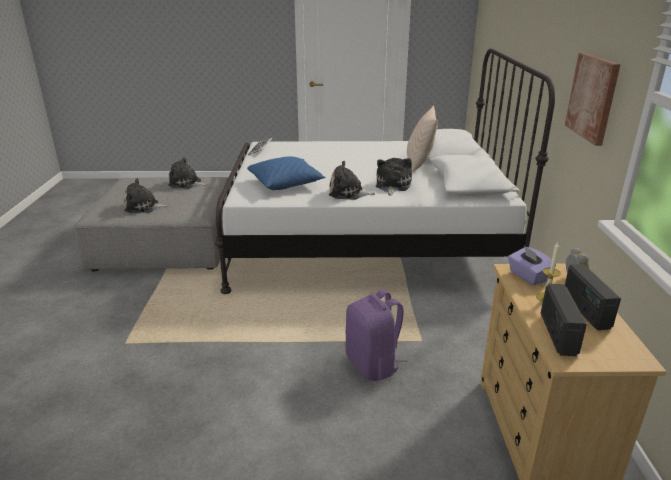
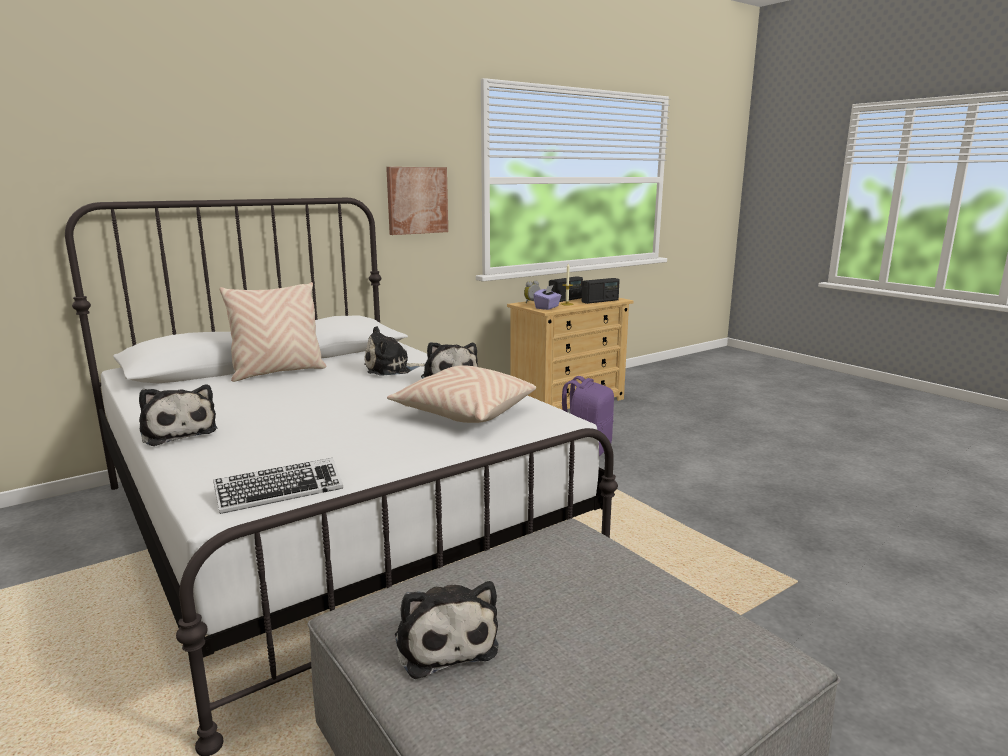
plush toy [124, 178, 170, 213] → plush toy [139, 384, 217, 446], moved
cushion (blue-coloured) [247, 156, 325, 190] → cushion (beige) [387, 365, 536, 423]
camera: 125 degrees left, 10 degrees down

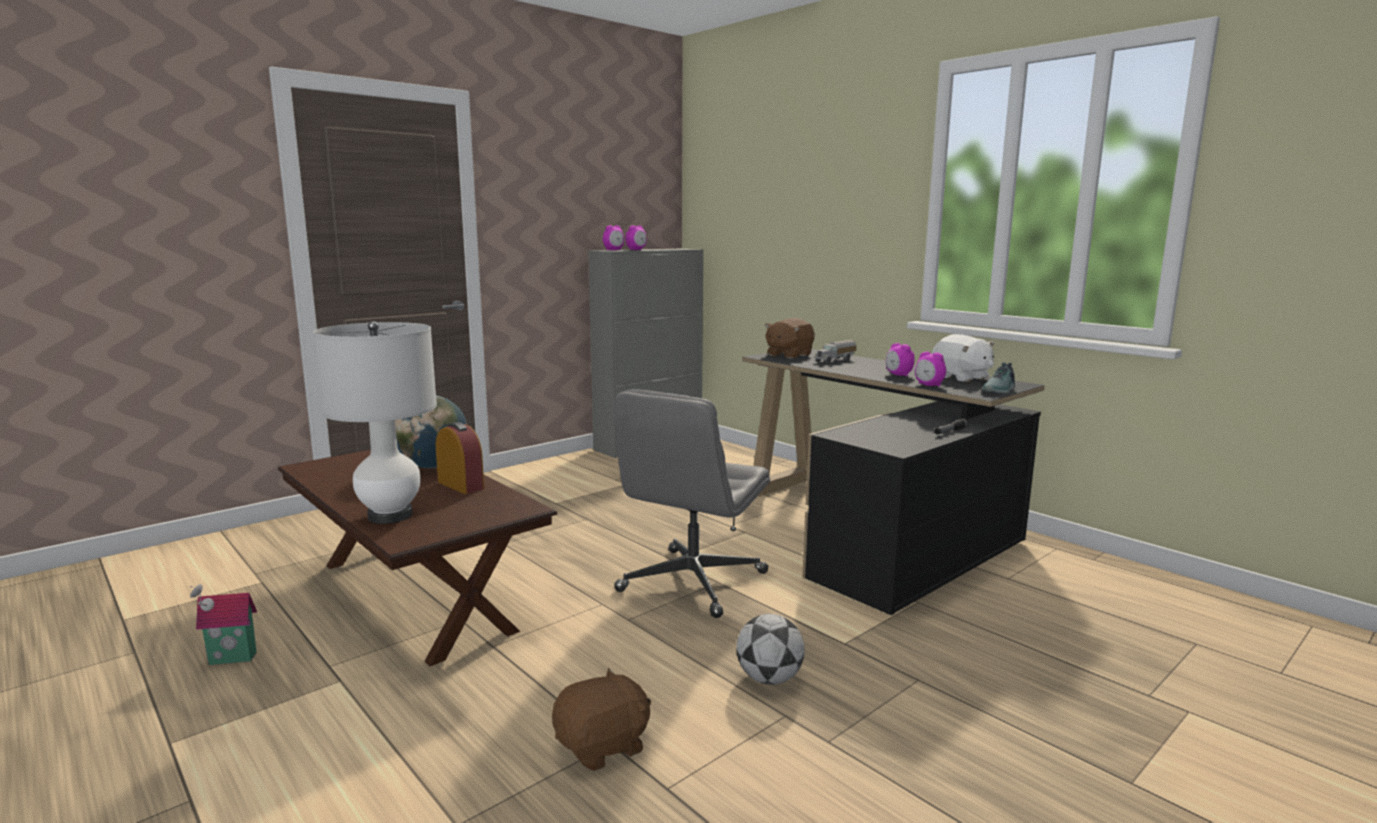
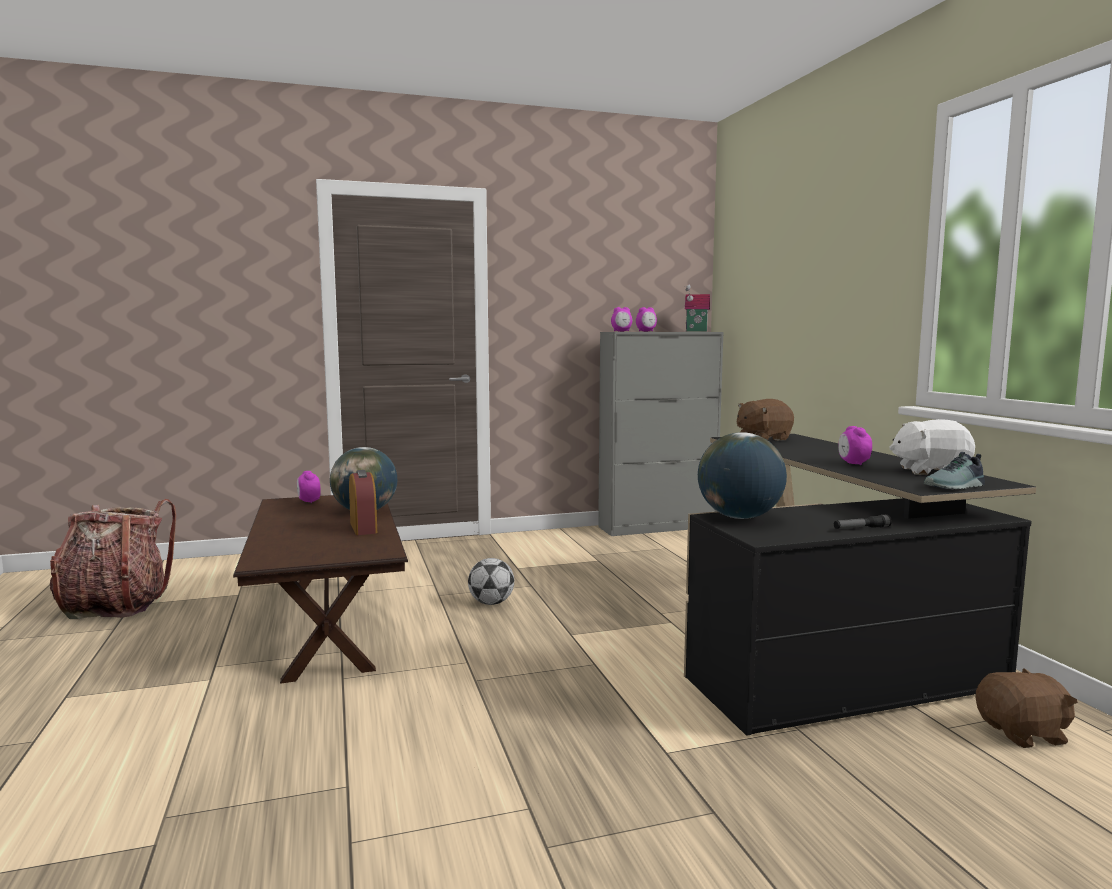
toy house [190, 584, 257, 665] → toy house [685, 284, 710, 332], moved
lamp for a table (whitish) [313, 321, 437, 524] → -
plush toy (brown) [552, 667, 651, 771] → plush toy (brown) [976, 668, 1078, 748], moved
desk chair (gray) [614, 389, 770, 618] → -
ball for football [737, 614, 805, 685] → ball for football [468, 558, 514, 605], moved
model truck [813, 340, 857, 364] → -
bedside clock [915, 351, 946, 387] → bedside clock [297, 471, 321, 503], moved
plush toy (whitish) [932, 334, 994, 382] → plush toy (whitish) [889, 419, 975, 475], 105 degrees clockwise
- → rucksack [50, 499, 176, 619]
- → globe [698, 432, 787, 519]
camera: 25 degrees right, 5 degrees down

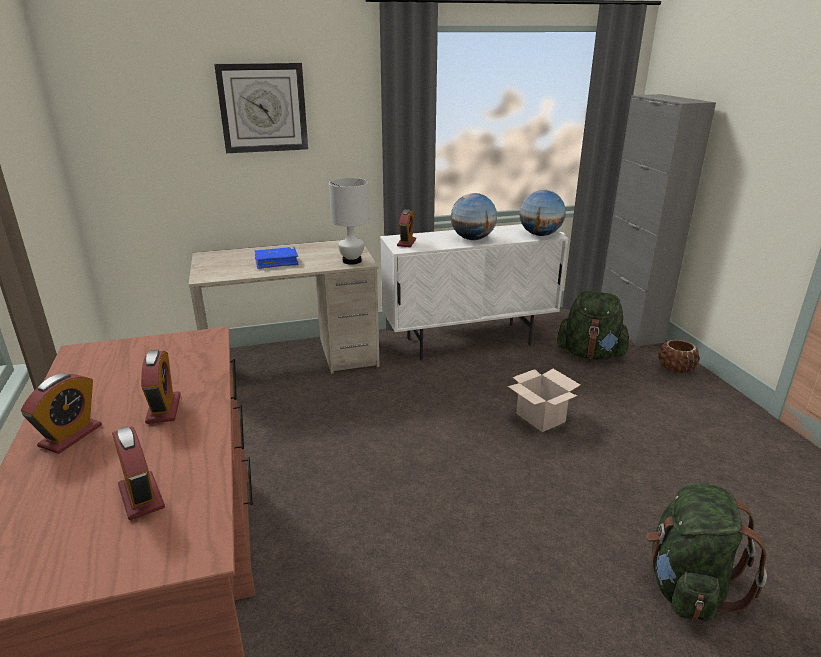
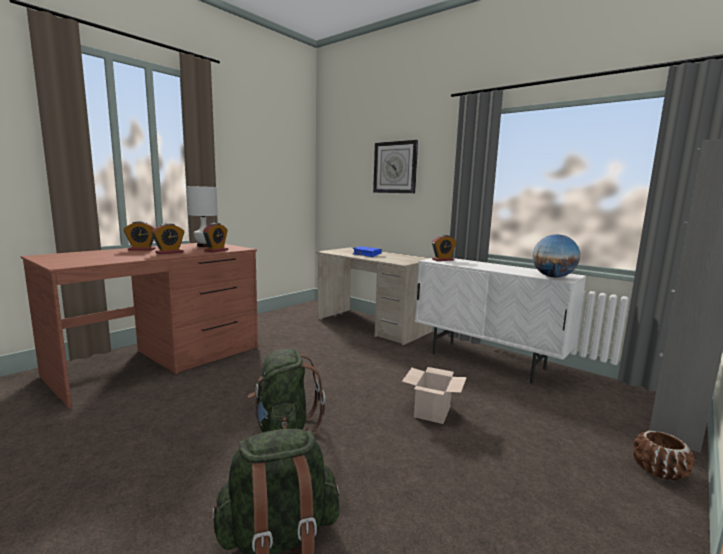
bedside clock [112, 426, 165, 520] → bedside clock [203, 223, 228, 252], moved
lamp for a table (whitish) [329, 178, 369, 265] → lamp for a table (whitish) [186, 186, 218, 247], moved
globe [451, 193, 497, 240] → -
rucksack (green-coloured) [557, 291, 631, 360] → rucksack (green-coloured) [248, 349, 325, 432], moved
camera: 55 degrees right, 15 degrees down

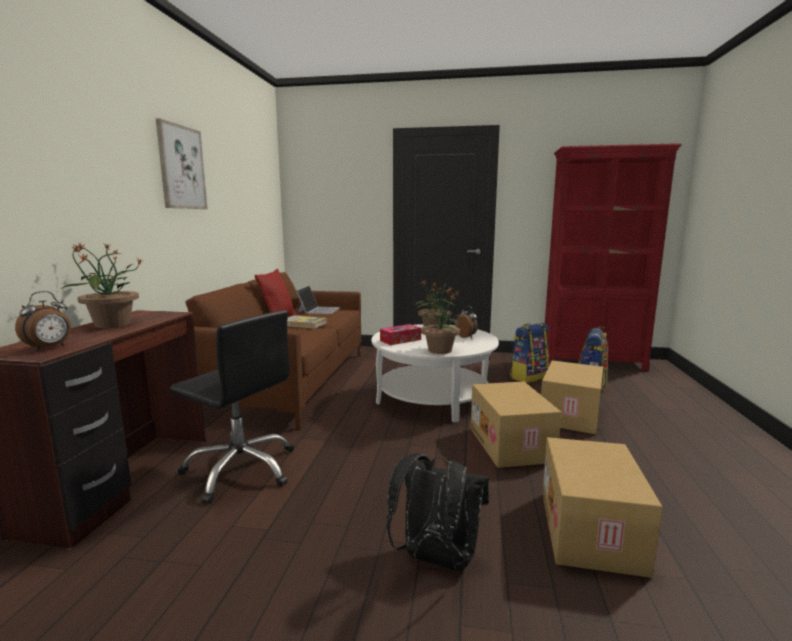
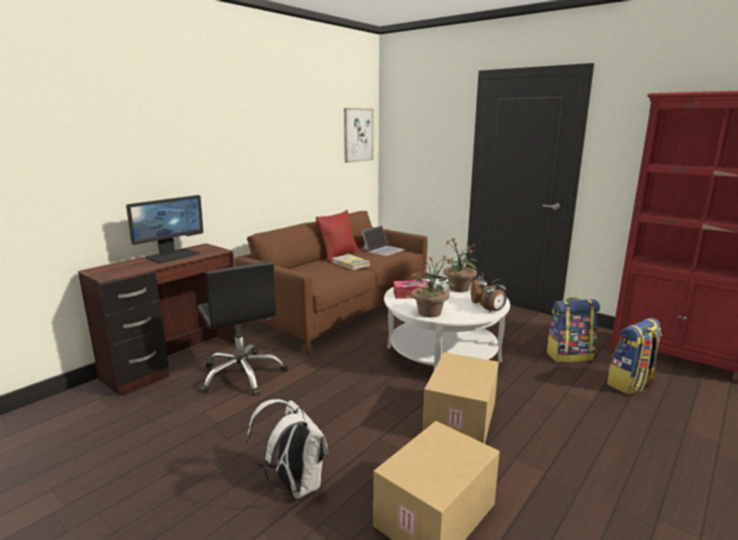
bedside clock [15, 291, 71, 351] → bedside clock [481, 279, 506, 313], moved
houseplant [61, 243, 144, 328] → computer display [126, 195, 203, 263]
wall picture [156, 118, 207, 209] → wall picture [344, 108, 373, 163], moved
rucksack (blackish) [387, 453, 489, 571] → rucksack (whitish) [247, 399, 328, 499]
packing box [541, 360, 603, 434] → -
camera: 30 degrees right, 5 degrees up

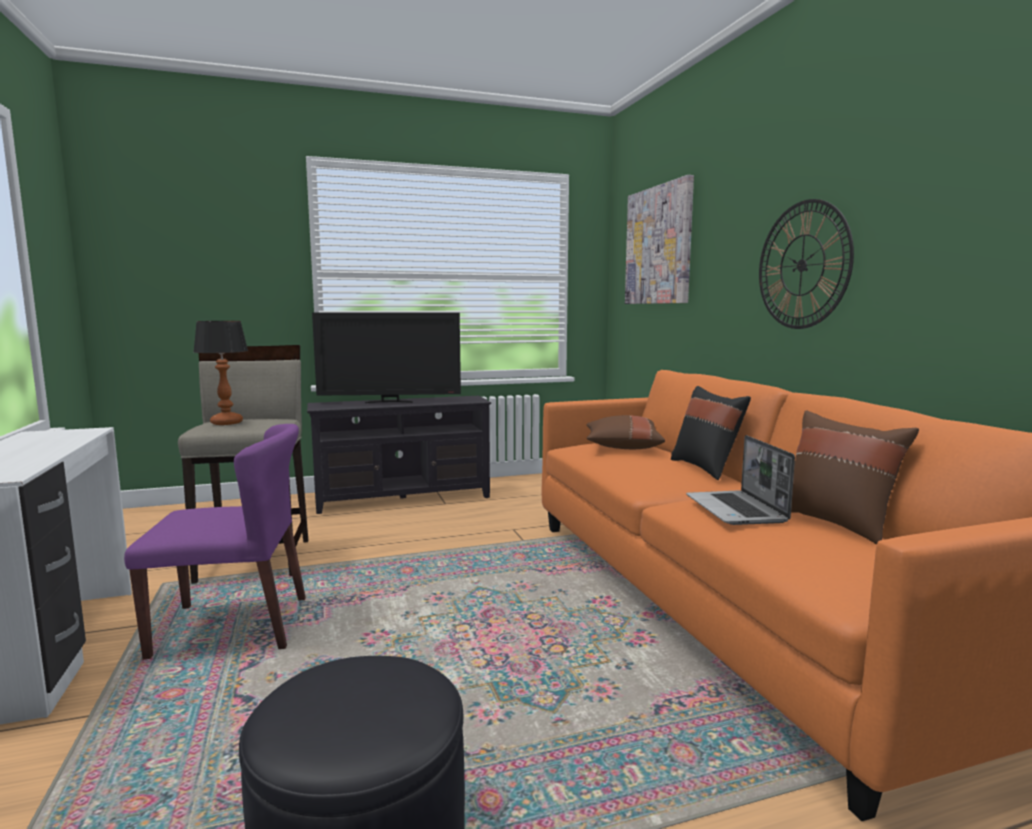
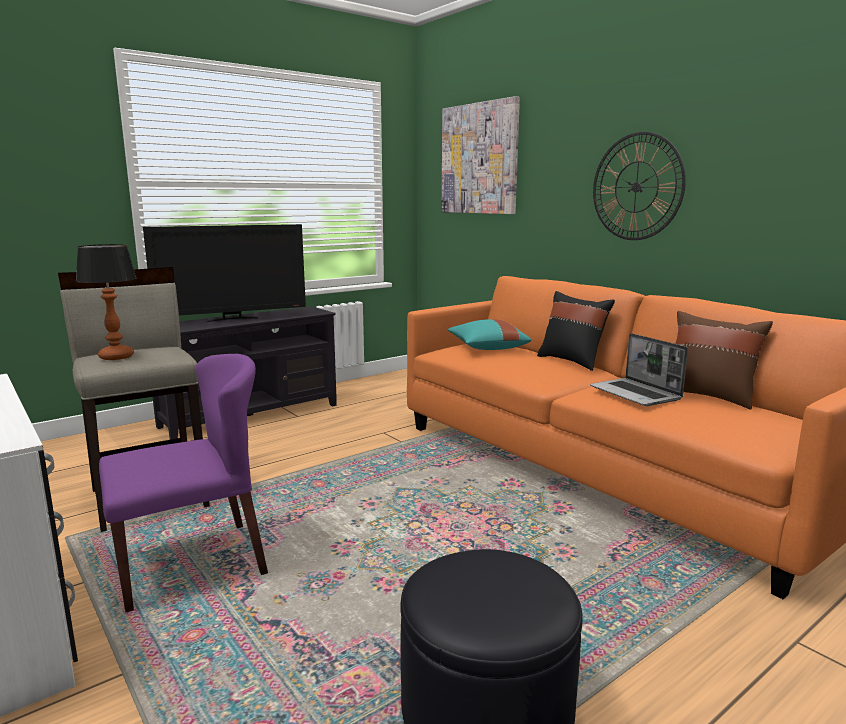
cushion (brown) [586, 415, 665, 449] → cushion (blue-green) [447, 319, 531, 350]
camera: 20 degrees left, 5 degrees up

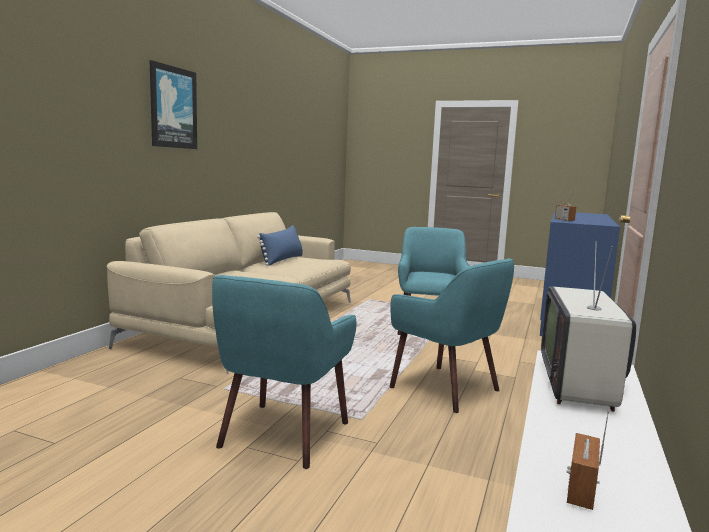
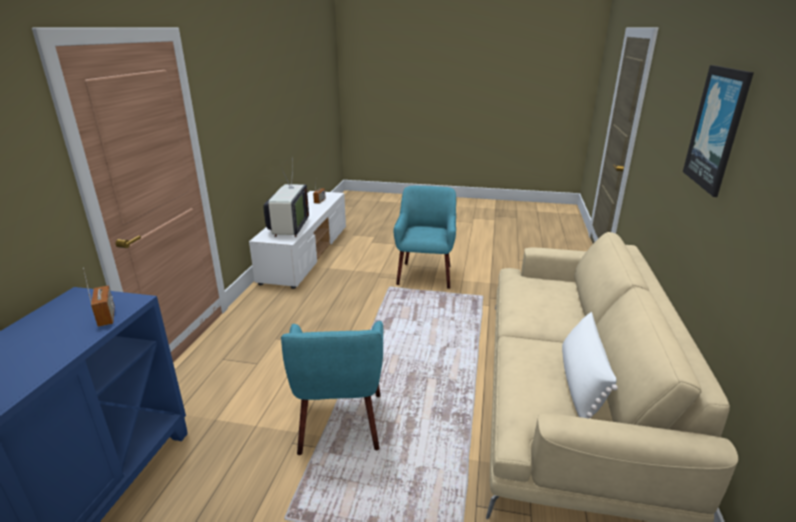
cushion (blue-coloured) [257, 225, 303, 266] → cushion (whitish) [562, 312, 618, 418]
lounge chair (blue-green) [390, 259, 514, 413] → -
camera: 170 degrees right, 15 degrees up

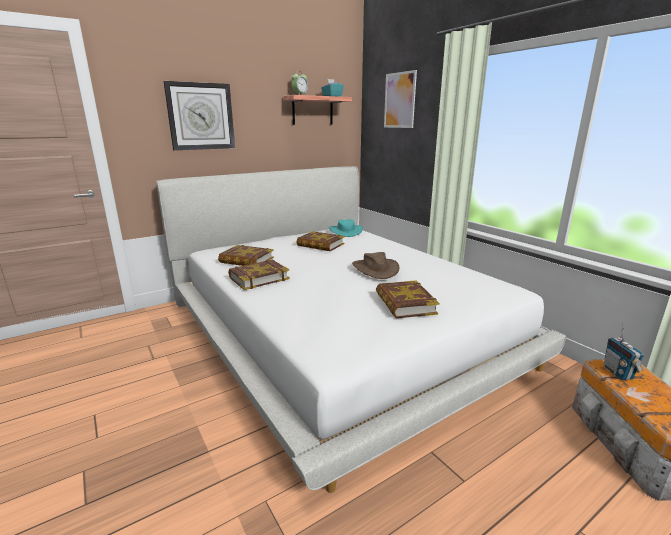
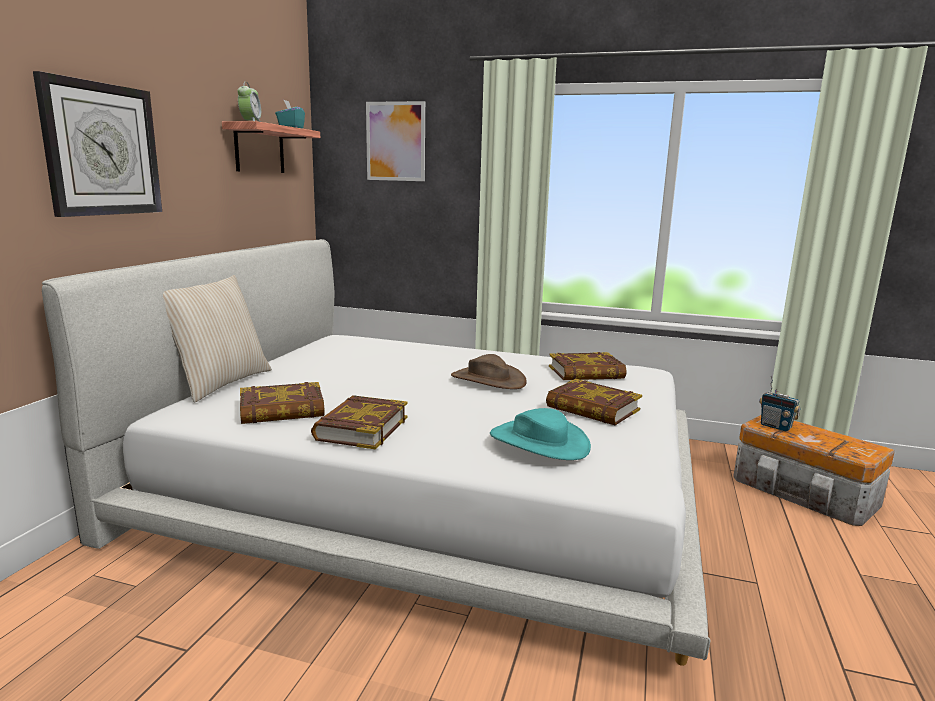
bound book [296, 231, 345, 251] → bound book [549, 352, 627, 380], moved
wearable hat (blue-green) [329, 219, 363, 237] → wearable hat (blue-green) [490, 408, 591, 460], moved
- → cushion (beige) [163, 275, 272, 403]
camera: 40 degrees left, 5 degrees down

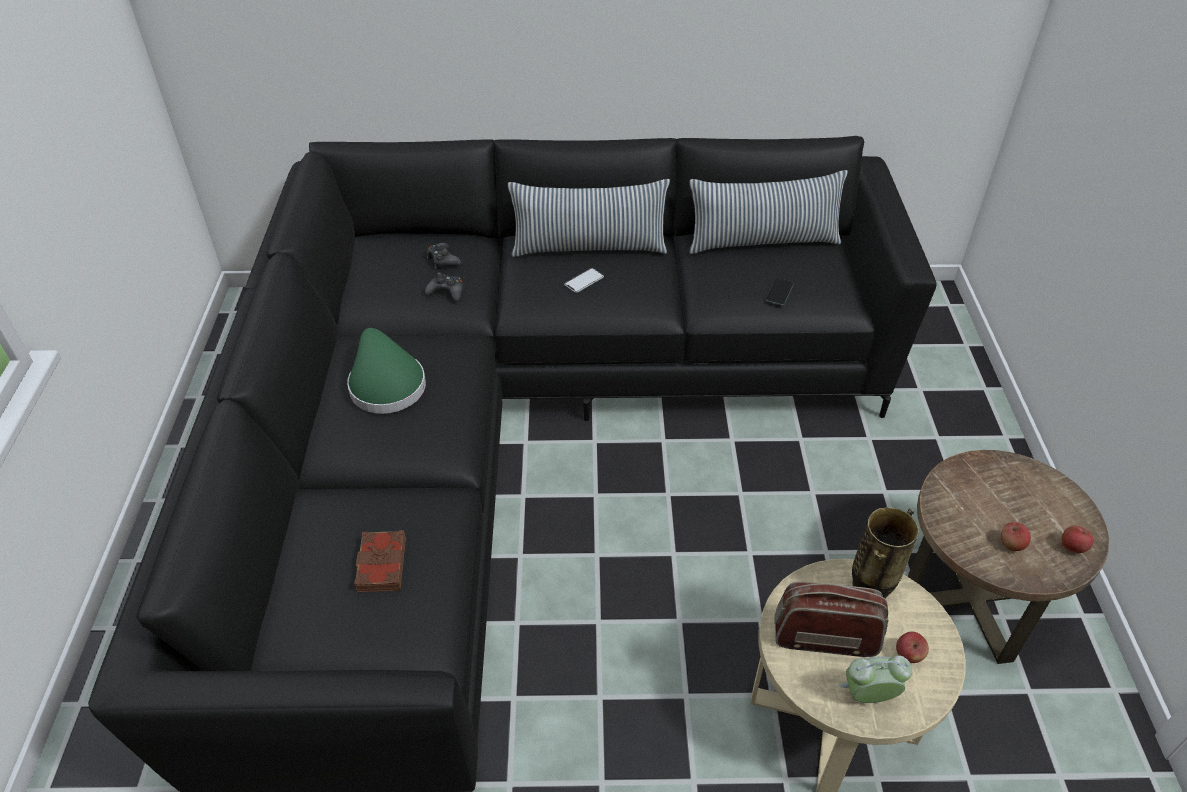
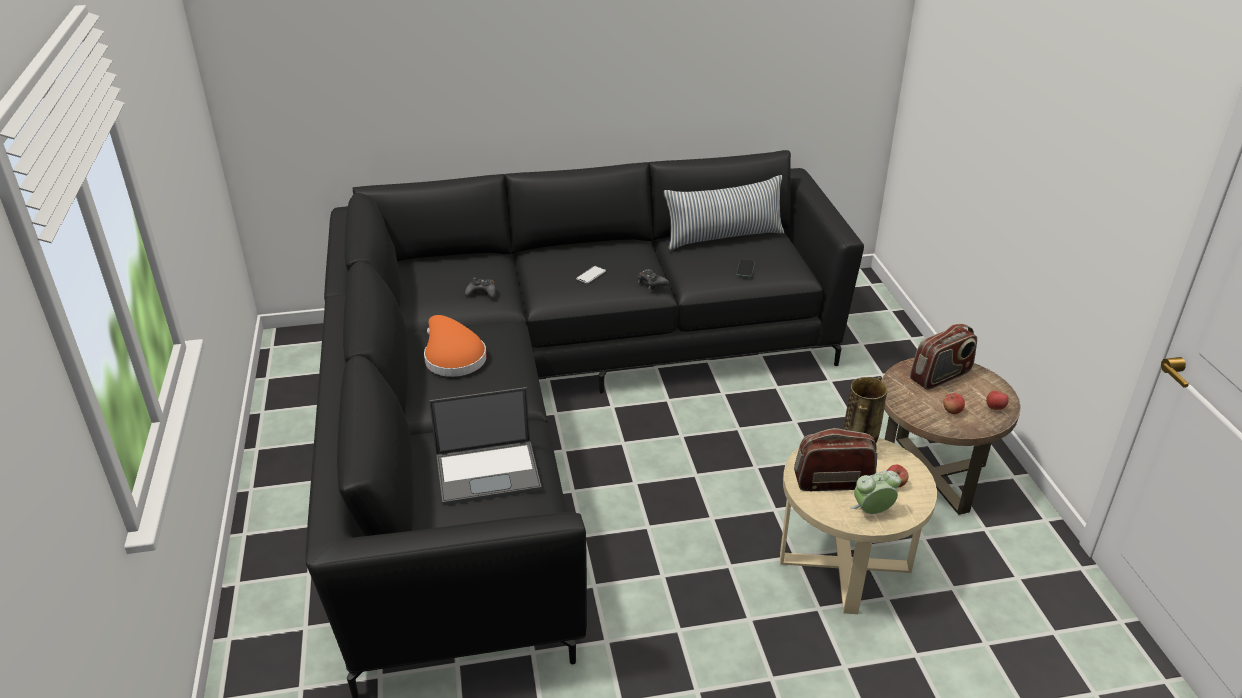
wearable hat (green-coloured) [347, 328, 426, 414] → wearable hat (orange-coloured) [424, 315, 487, 377]
bound book (brown) [354, 530, 406, 593] → portable computer [429, 387, 542, 506]
game controller (blackish) [427, 243, 461, 269] → game controller (blackish) [638, 269, 669, 290], moved
cushion [508, 179, 670, 257] → -
- → radio [910, 324, 977, 390]
camera: 10 degrees left, 10 degrees down

